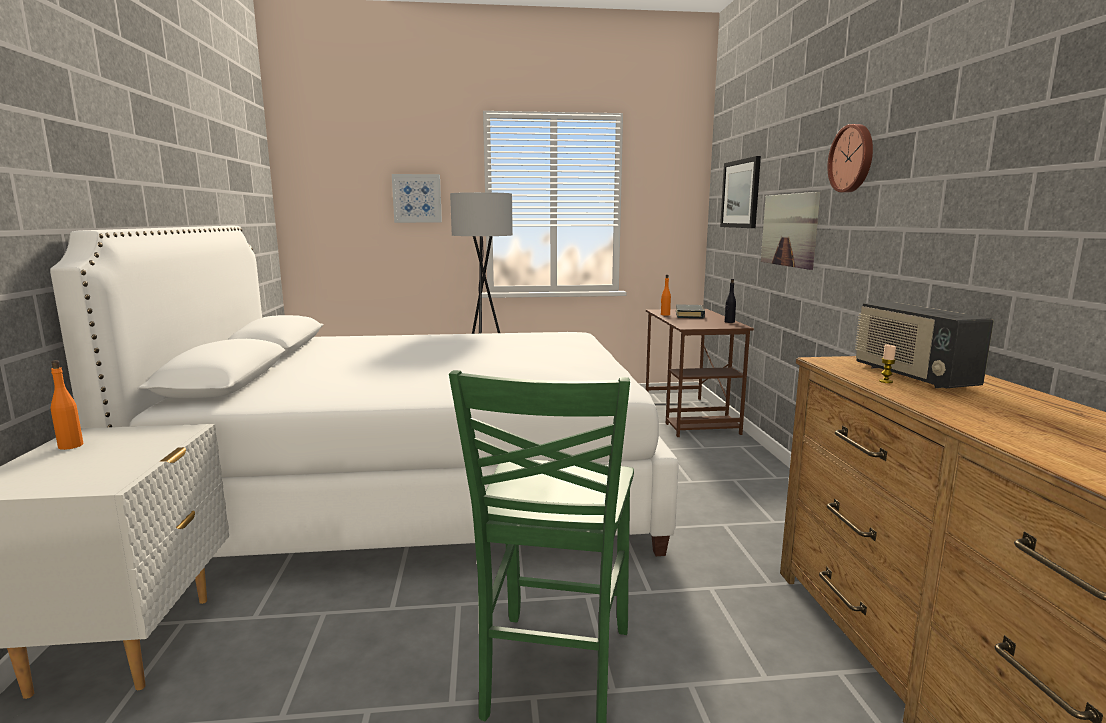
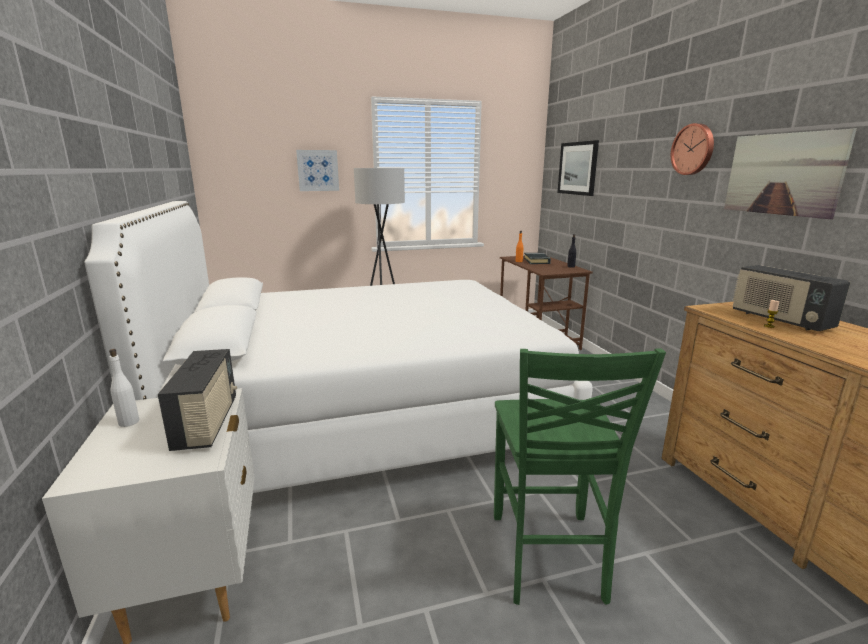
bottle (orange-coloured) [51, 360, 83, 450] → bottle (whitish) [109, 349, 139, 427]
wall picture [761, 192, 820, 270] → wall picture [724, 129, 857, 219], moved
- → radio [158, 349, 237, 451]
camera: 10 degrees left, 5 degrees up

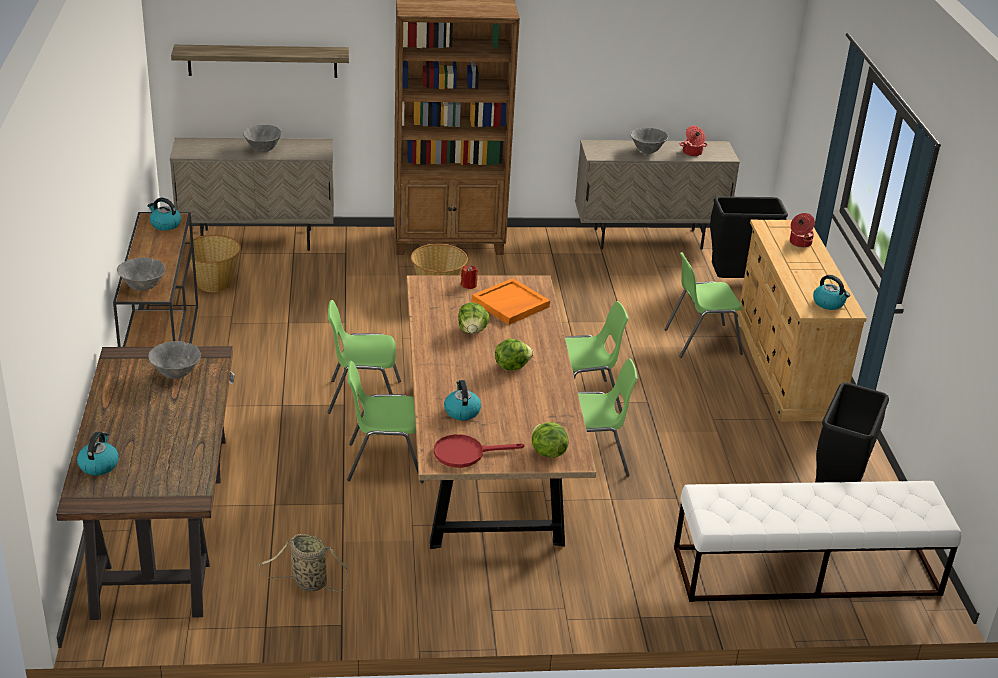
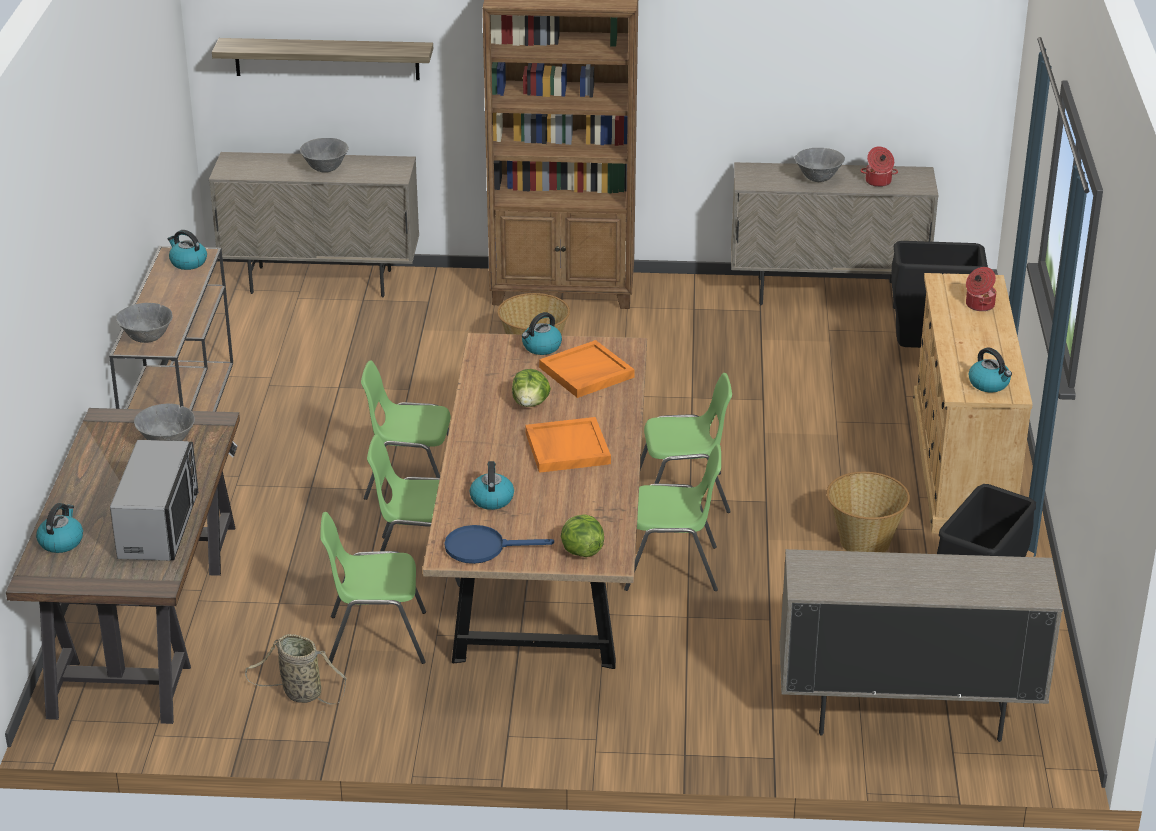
basket [187, 235, 241, 292] → basket [827, 472, 910, 552], moved
pan (reddish) [434, 434, 524, 468] → pan (blue-coloured) [445, 525, 554, 564]
wax candle (reddish) [461, 265, 478, 289] → water kettle [522, 312, 562, 355]
head of lettuce [495, 339, 534, 371] → serving tray (orange-coloured) [525, 417, 611, 473]
upright chair (green-coloured) [665, 252, 743, 358] → upright chair (green-coloured) [320, 512, 426, 665], moved
long seat (whitish) [674, 481, 961, 602] → storage cabinet (beige) [780, 549, 1063, 742]
- → microwave [110, 440, 199, 561]
camera: 10 degrees right, 0 degrees up

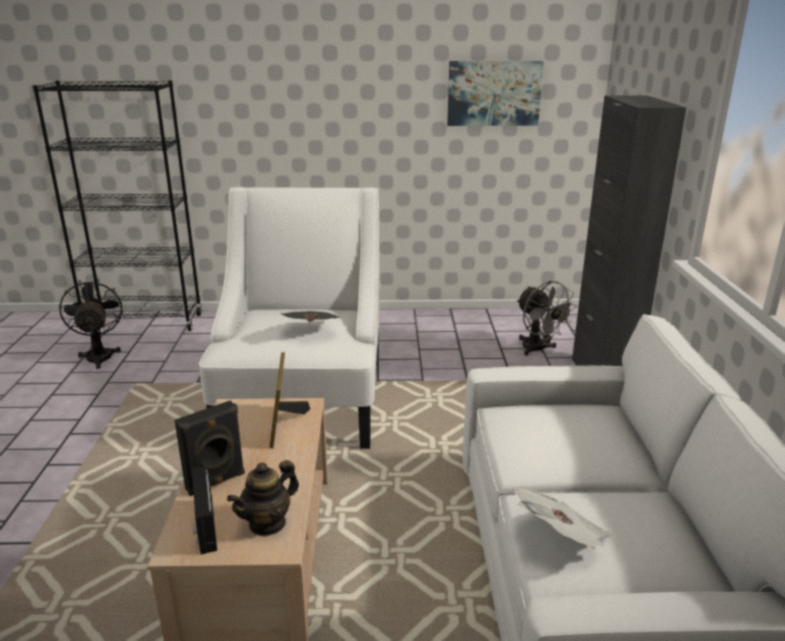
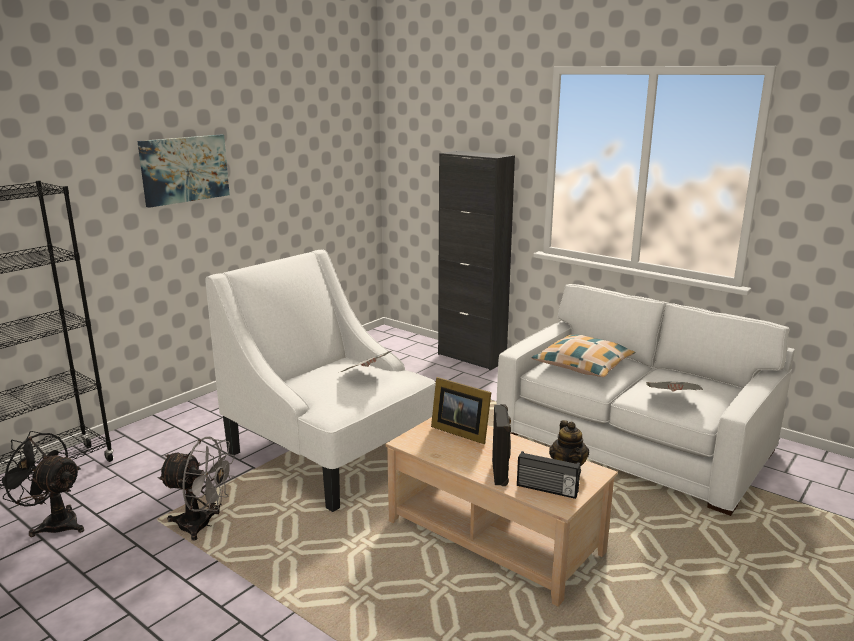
wall picture [447, 61, 544, 126] → wall picture [137, 135, 230, 208], moved
fan (gray) [517, 281, 577, 356] → fan (gray) [158, 436, 235, 541], moved
- → cushion [532, 335, 635, 377]
camera: 50 degrees left, 5 degrees down

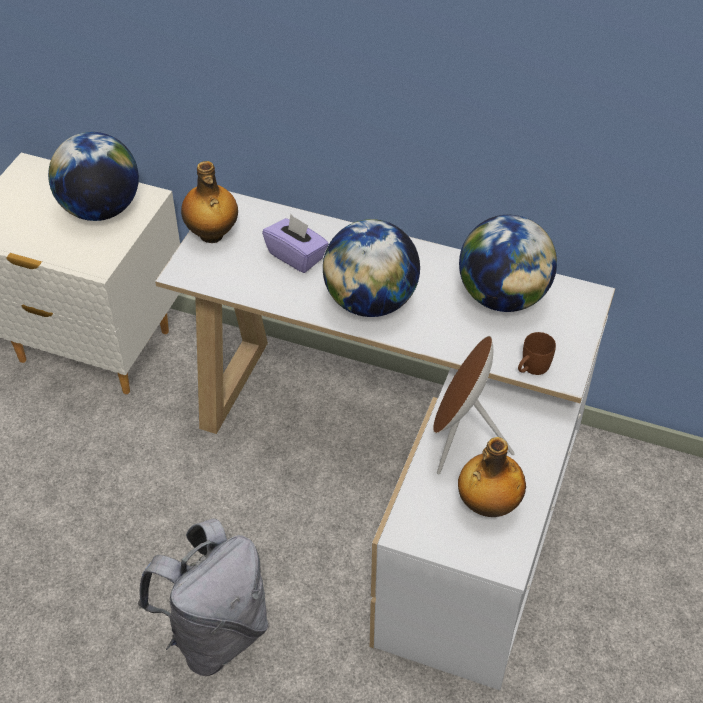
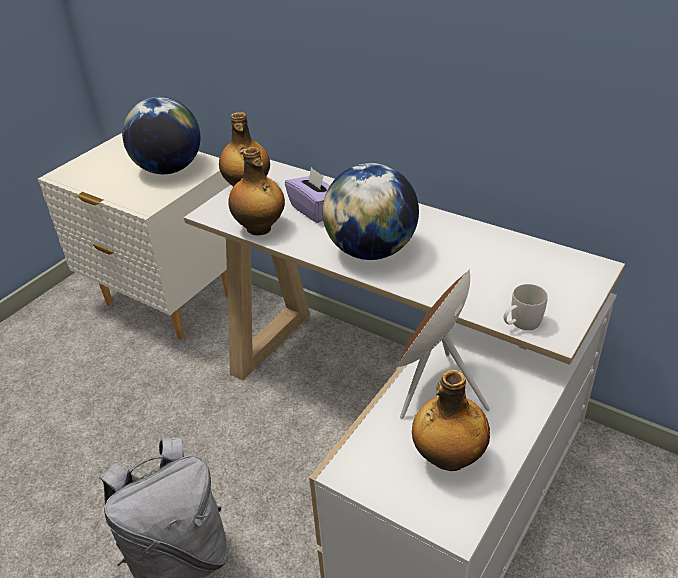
globe [459, 215, 557, 312] → -
tea mug (brown) [518, 332, 556, 375] → tea mug (whitish) [504, 284, 548, 330]
- → bottle [228, 147, 285, 235]
camera: 15 degrees right, 10 degrees down

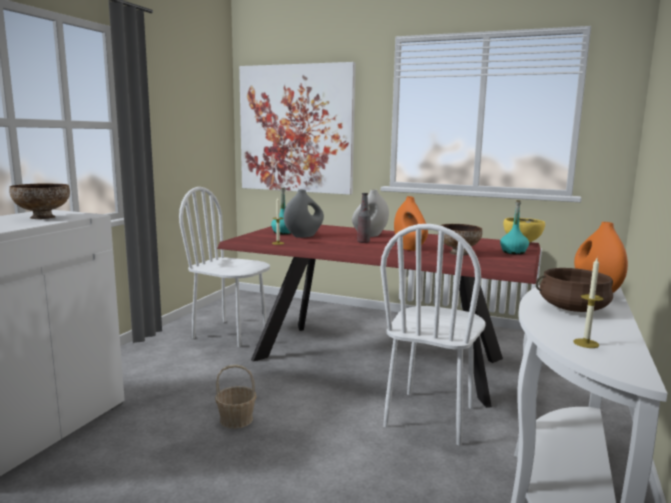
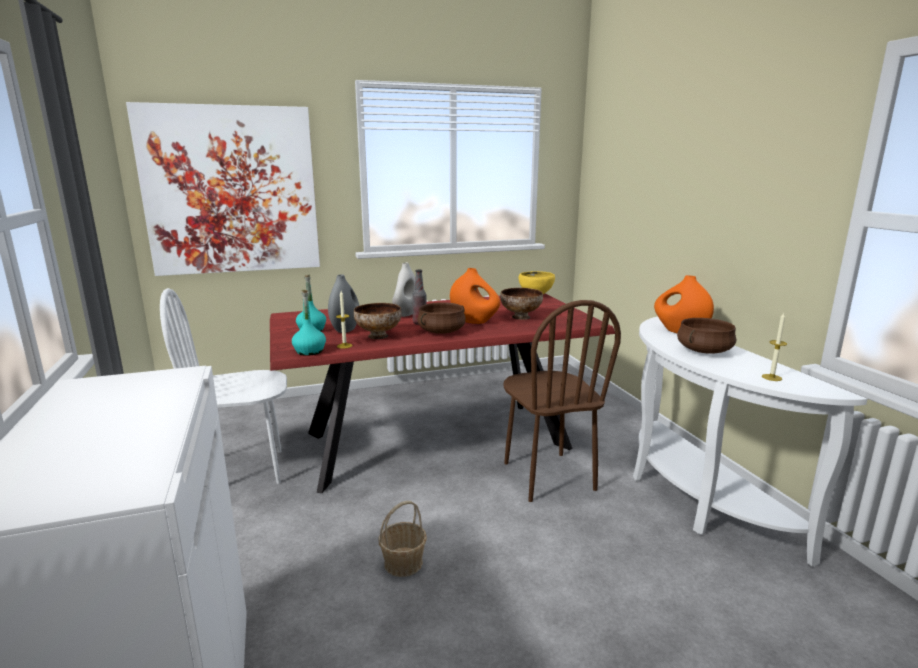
bowl [9, 184, 70, 219] → bowl [354, 303, 401, 339], moved
upright chair (whitish) [380, 224, 485, 446] → upright chair (brown) [503, 300, 621, 502]
bottle (blue-green) [500, 200, 529, 255] → bottle (blue-green) [292, 290, 326, 356], moved
- → saucepot (brown) [417, 302, 466, 334]
camera: 40 degrees left, 5 degrees up

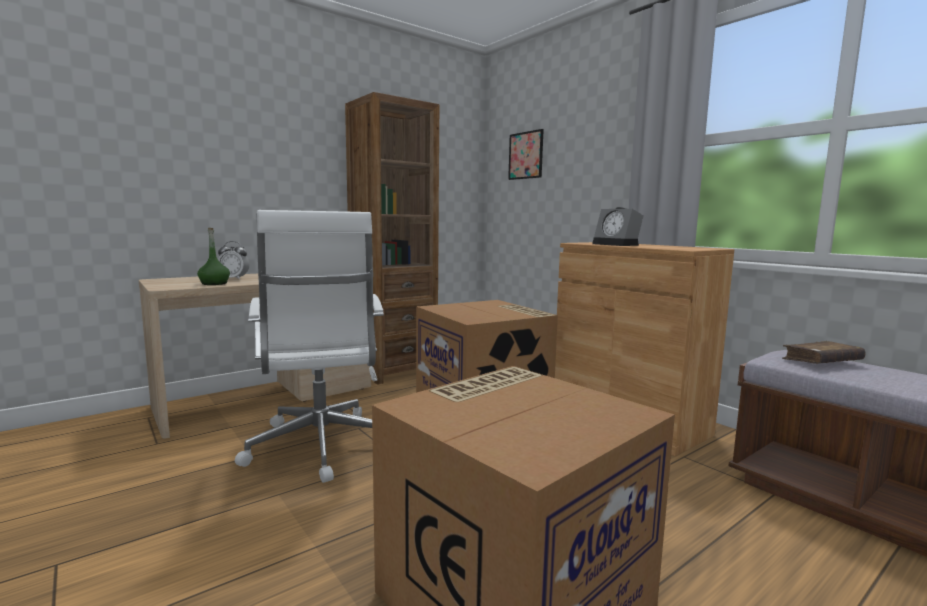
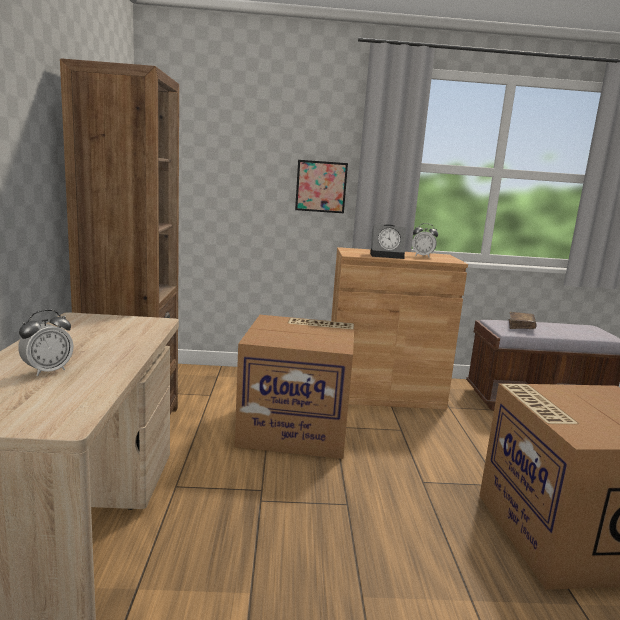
bottle (green-coloured) [197, 228, 230, 285] → -
desk chair (whitish) [235, 210, 384, 483] → -
wall picture [508, 129, 544, 180] → wall picture [295, 160, 348, 213], moved
- → bedside clock [412, 223, 438, 258]
camera: 55 degrees left, 5 degrees up

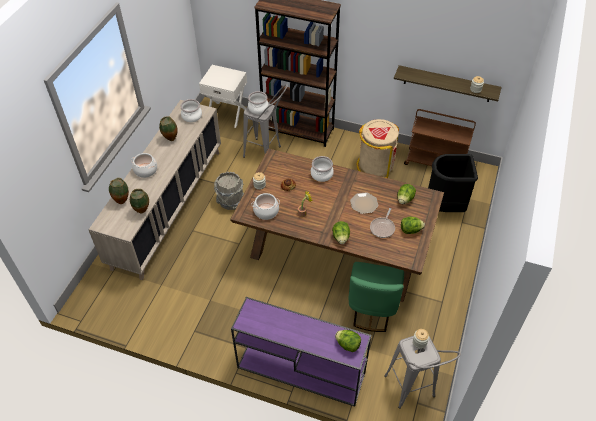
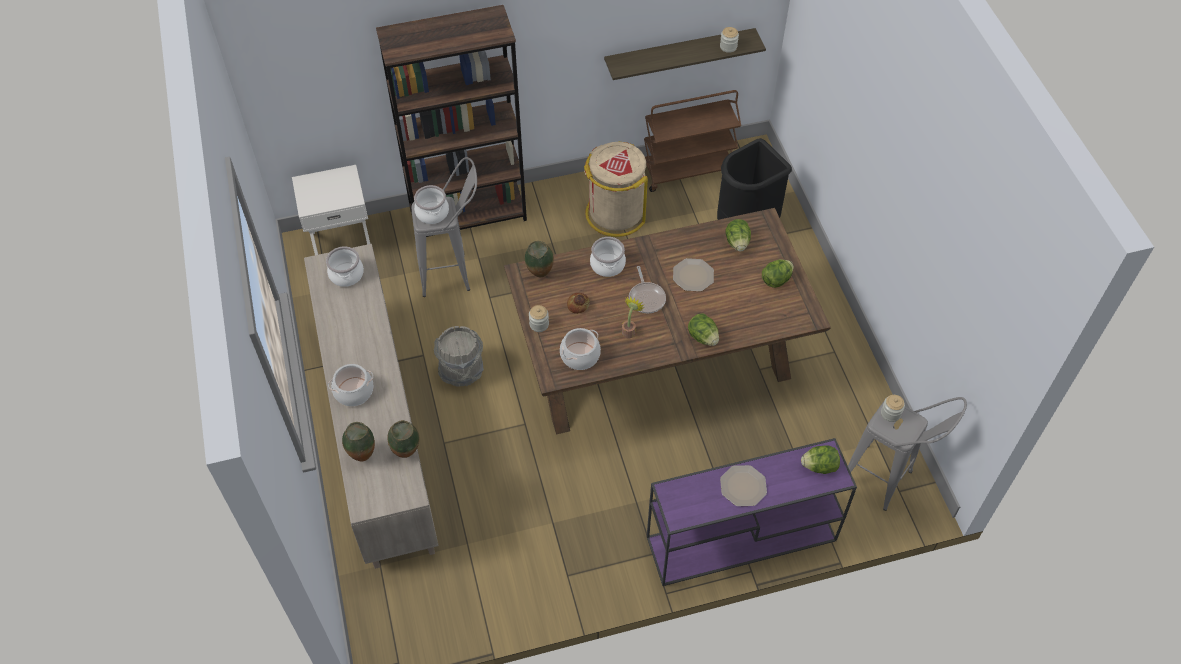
vase [159, 116, 178, 141] → vase [525, 241, 554, 277], moved
upright chair (green-coloured) [349, 262, 404, 332] → -
pan [370, 208, 395, 238] → pan [629, 266, 666, 313], moved
- → flat dish [720, 465, 767, 506]
camera: 35 degrees left, 5 degrees up

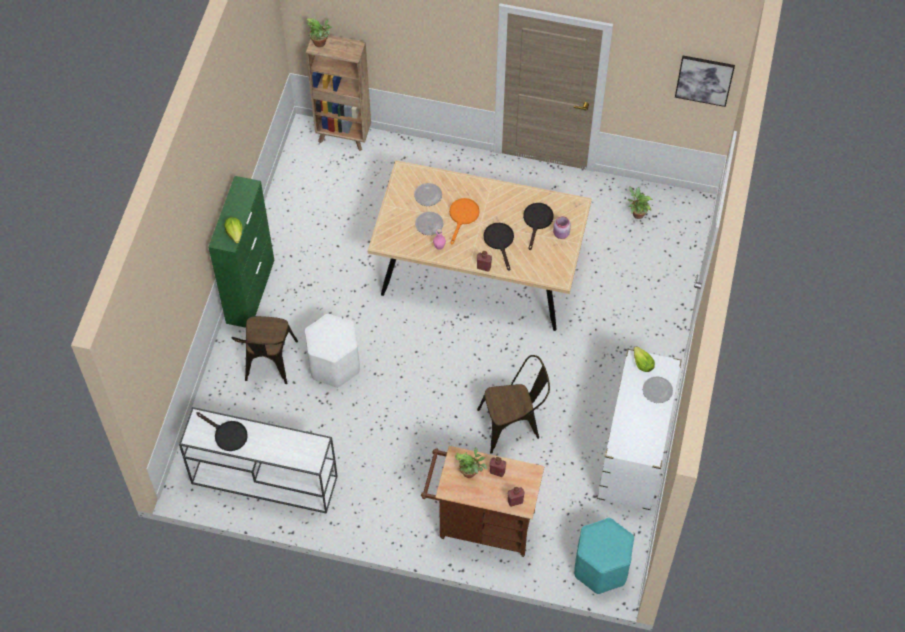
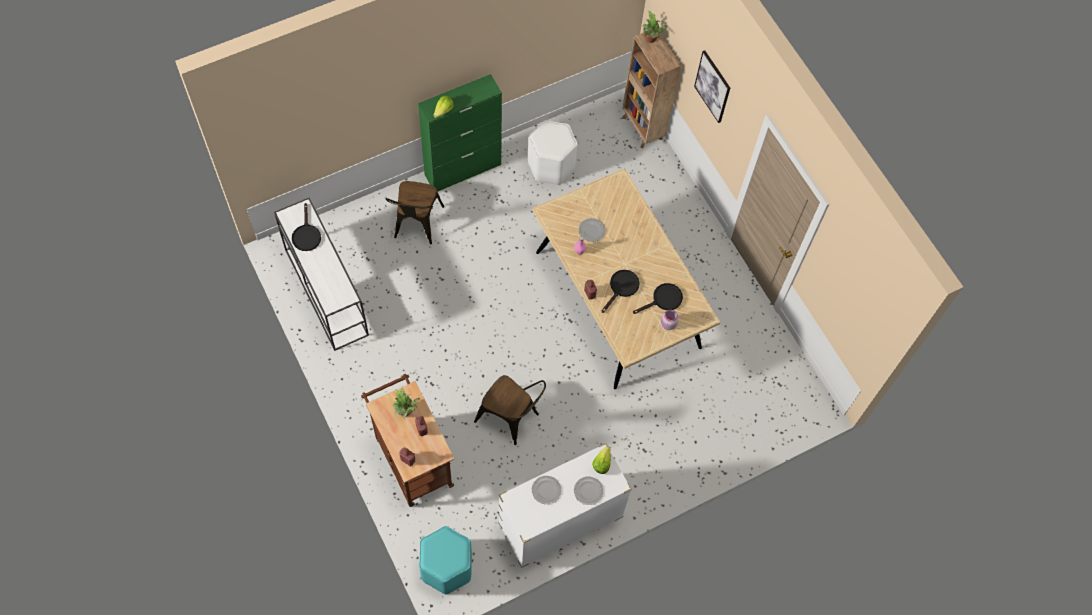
upright chair (brown) [232, 316, 298, 384] → upright chair (brown) [385, 181, 444, 244], 45 degrees counterclockwise
stool seat (whitish) [305, 314, 360, 388] → stool seat (whitish) [528, 120, 578, 185], moved
flat dish [414, 183, 442, 206] → flat dish [532, 476, 561, 504], moved
pan (orange-coloured) [449, 198, 480, 245] → -
houseplant [627, 186, 653, 219] → -
wall picture [675, 55, 735, 107] → wall picture [694, 50, 730, 123], moved
camera: 45 degrees right, 5 degrees up

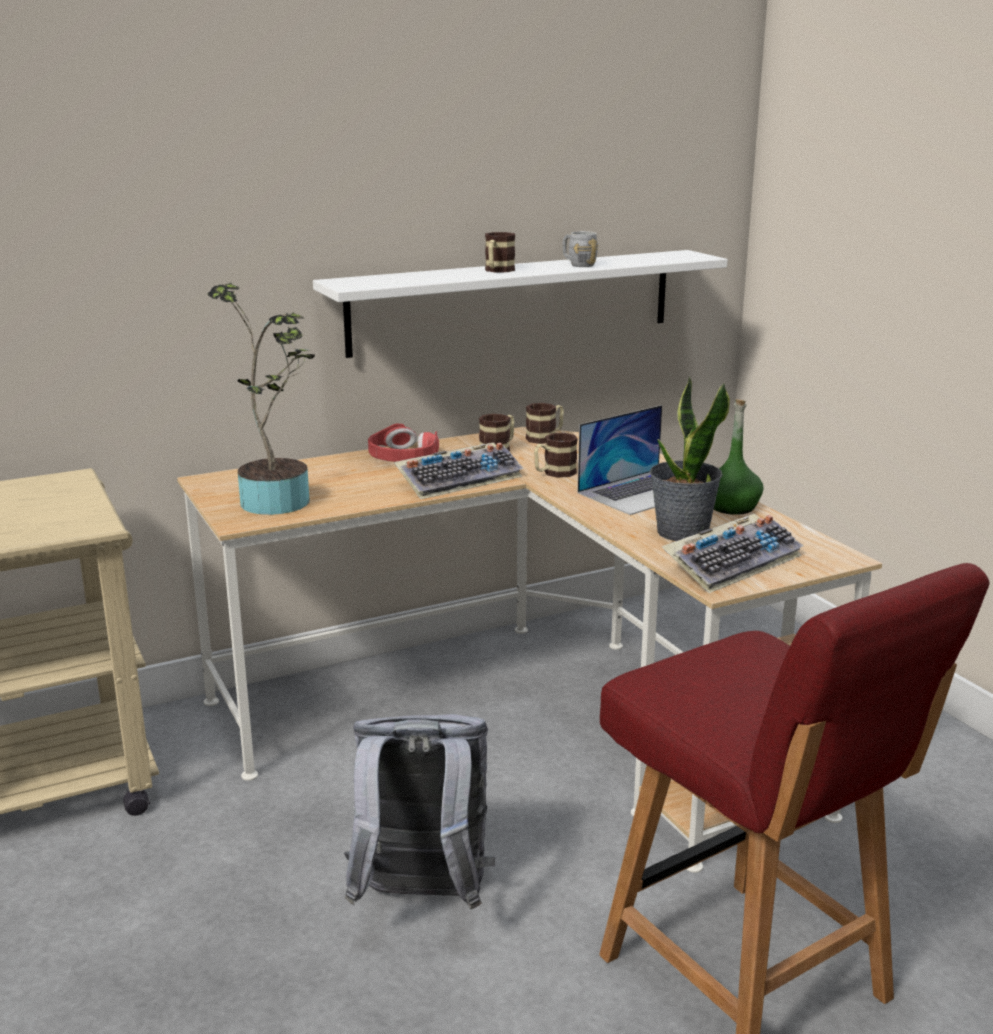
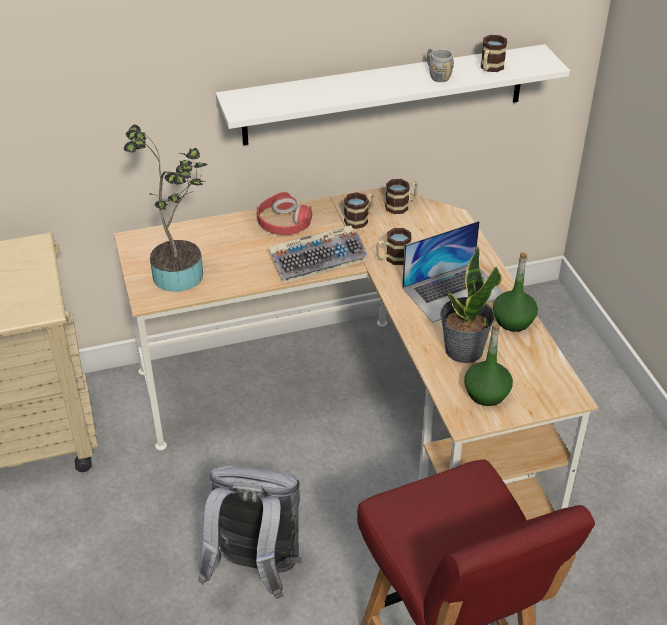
tea mug [485, 232, 515, 272] → tea mug [481, 35, 507, 72], moved
computer keyboard [661, 514, 803, 593] → bottle (green-coloured) [464, 324, 513, 406]
camera: 10 degrees right, 20 degrees up

